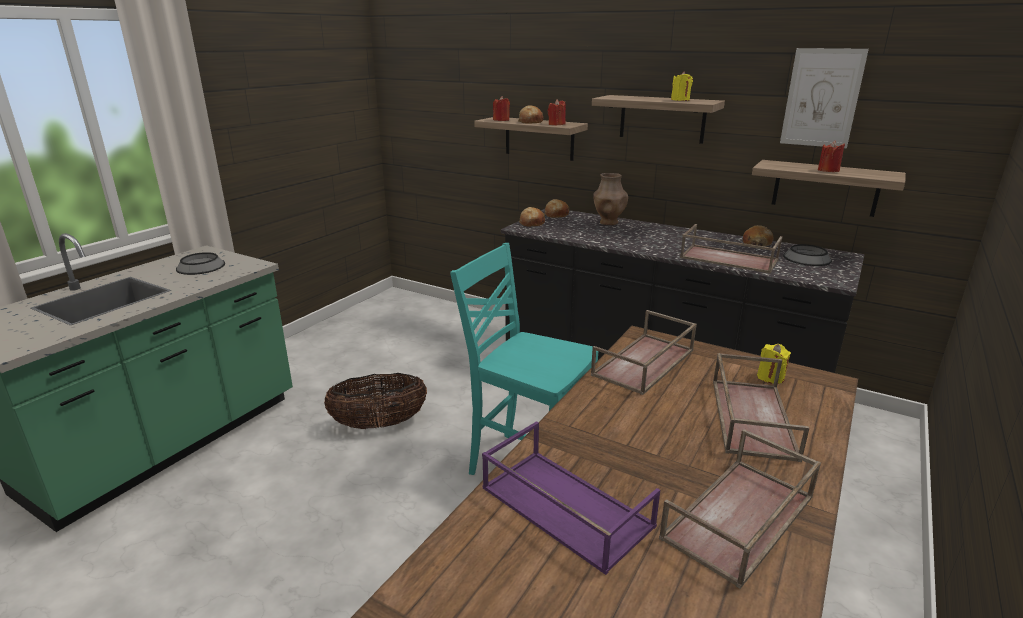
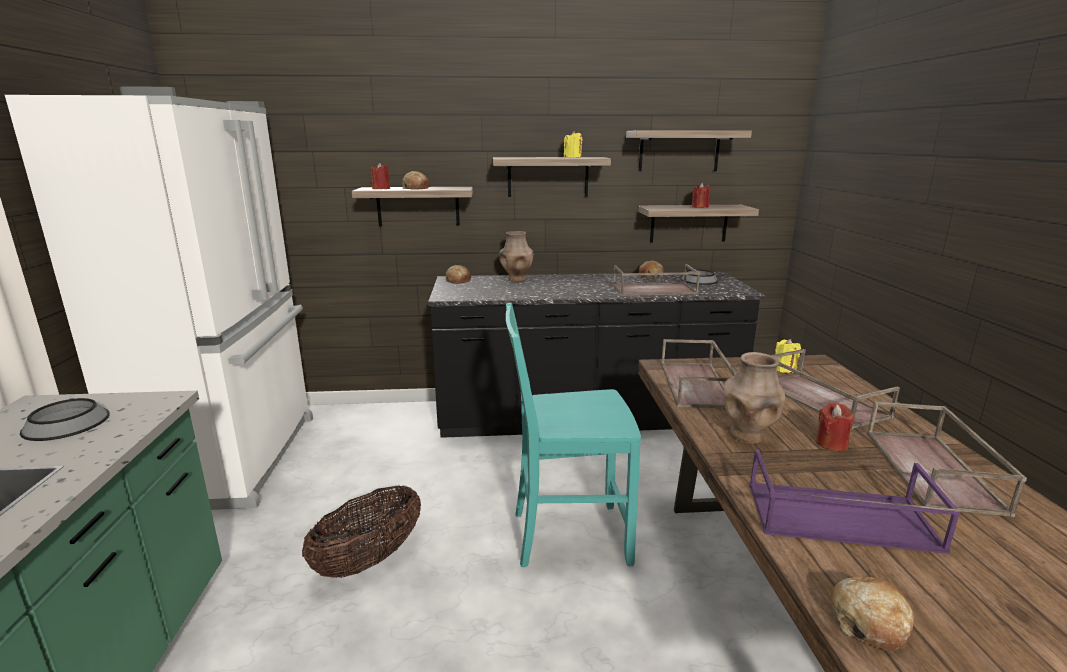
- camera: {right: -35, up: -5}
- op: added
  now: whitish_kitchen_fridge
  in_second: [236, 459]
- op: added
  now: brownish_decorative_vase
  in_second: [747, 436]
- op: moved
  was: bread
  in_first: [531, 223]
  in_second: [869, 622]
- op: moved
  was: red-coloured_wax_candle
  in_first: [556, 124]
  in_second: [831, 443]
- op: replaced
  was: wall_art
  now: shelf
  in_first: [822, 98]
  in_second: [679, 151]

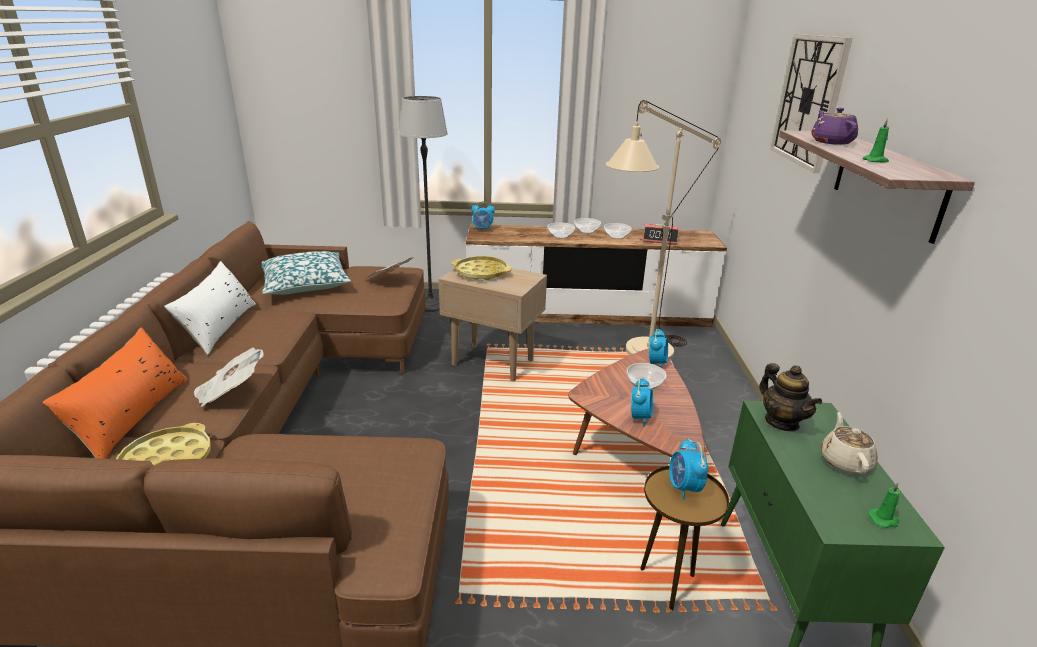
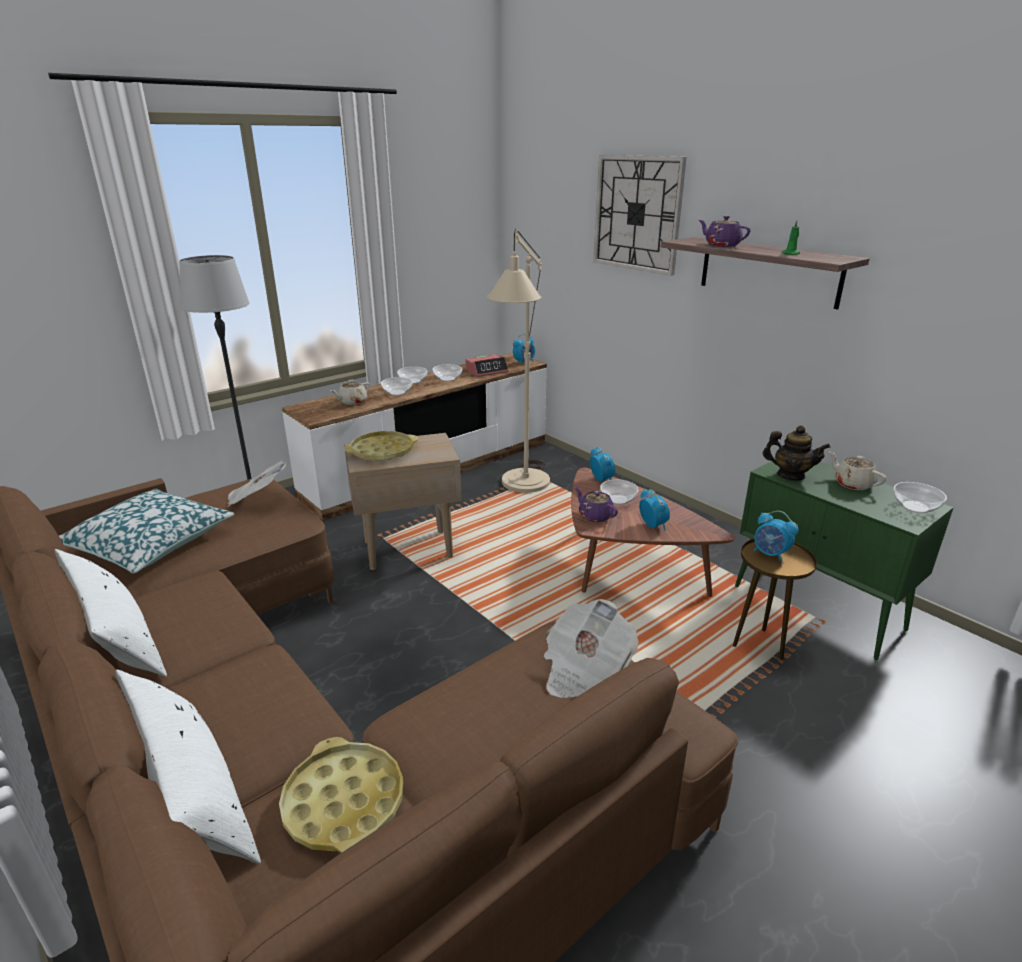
- camera: {right: -40, up: 0}
- op: added
  now: beige-coloured_tea_pot
  in_second: [352, 402]
- op: added
  now: purple-coloured_tea_pot
  in_second: [595, 516]
- op: moved
  was: daily_paper
  in_first: [230, 392]
  in_second: [584, 670]
- op: moved
  was: bedside_clock
  in_first: [482, 229]
  in_second: [524, 362]
- op: replaced
  was: greenish_wax_candle
  now: deep_dish
  in_first: [884, 520]
  in_second: [916, 507]
- op: recoloured
  was: orange-coloured_cushion
  now: whitish_cushion
  in_first: [131, 417]
  in_second: [194, 795]

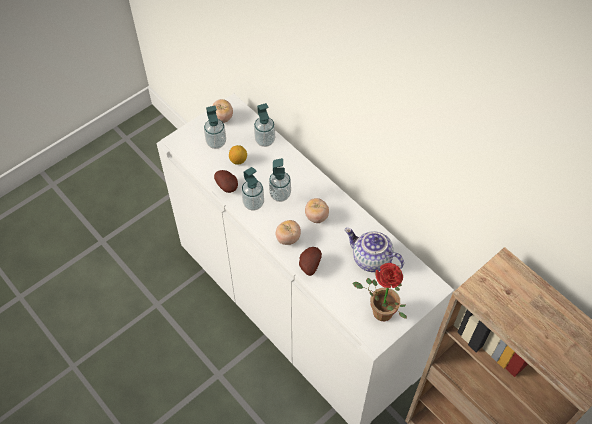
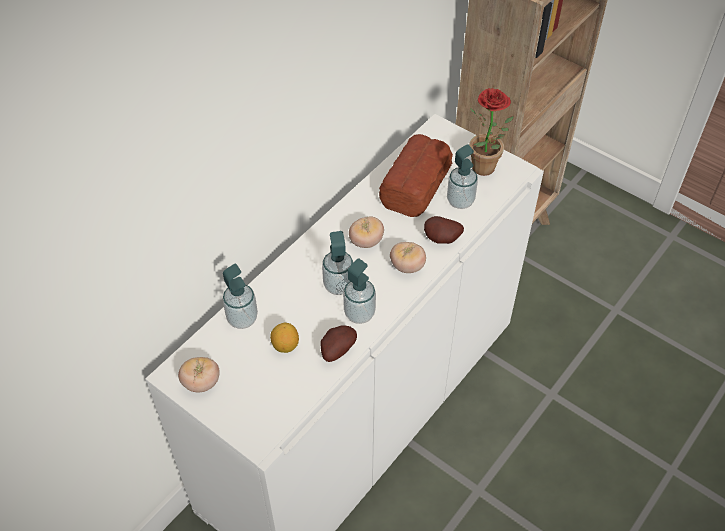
- camera: {right: -100, up: -5}
- op: moved
  was: soap_dispenser
  in_first: [216, 142]
  in_second: [460, 201]
- op: replaced
  was: tea_pot
  now: bread
  in_first: [371, 260]
  in_second: [417, 183]

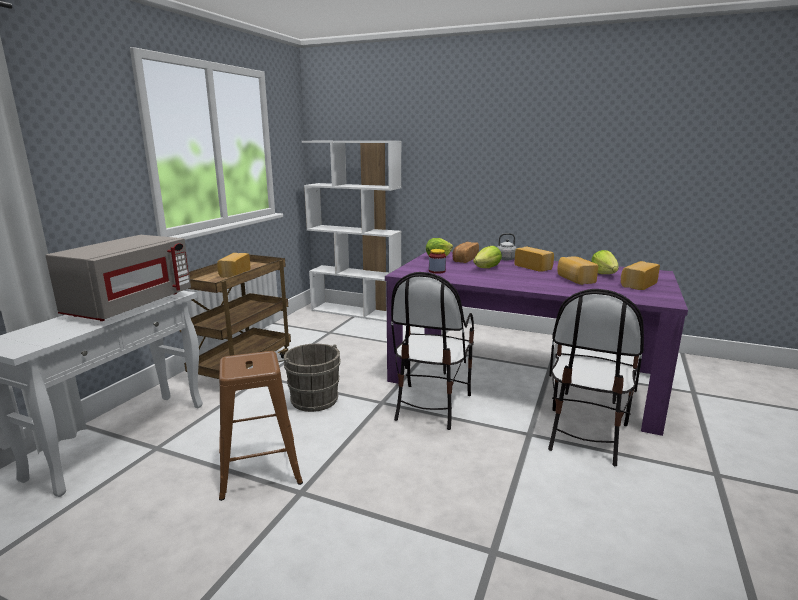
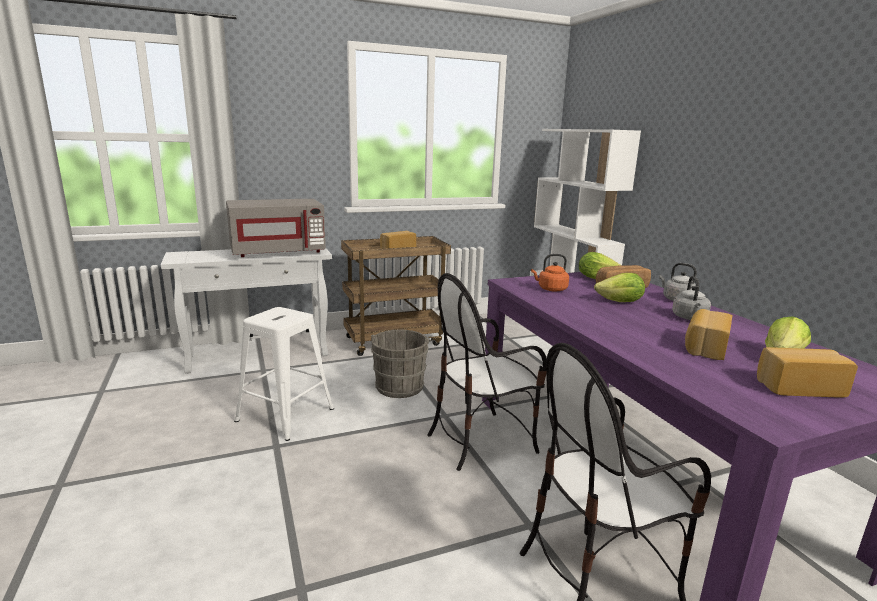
- camera: {right: 45, up: 0}
- op: replaced
  was: jar
  now: orange-coloured_tea_kettle
  in_first: [437, 271]
  in_second: [550, 289]
- op: replaced
  was: bread
  now: grey_tea_kettle
  in_first: [534, 267]
  in_second: [689, 318]
- op: recoloured
  was: brownish_stool
  now: whitish_stool
  in_first: [258, 467]
  in_second: [285, 414]

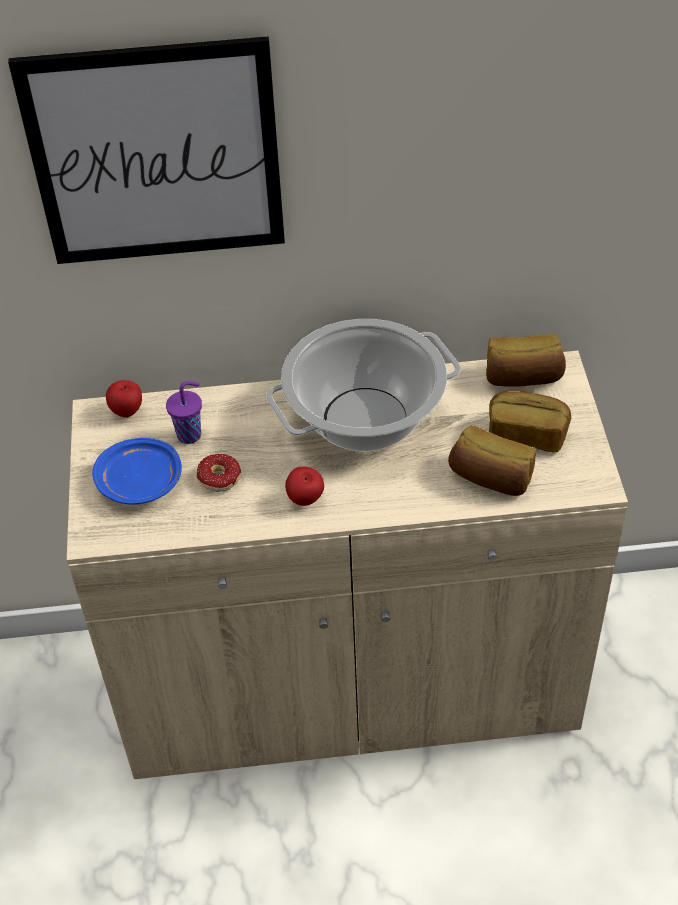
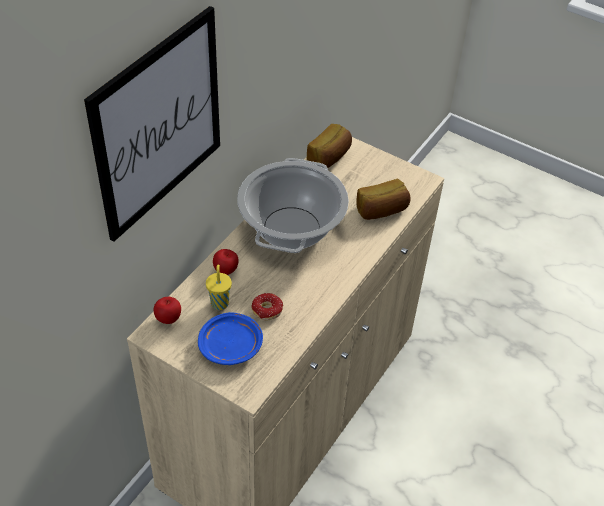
- camera: {right: -55, up: 0}
- op: removed
  was: bread
  in_first: [527, 433]
- op: moved
  was: whole_apple
  in_first: [305, 500]
  in_second: [226, 271]
- op: recoloured
  was: purple-coloured_cup
  now: yellowish_cup
  in_first: [190, 434]
  in_second: [219, 302]

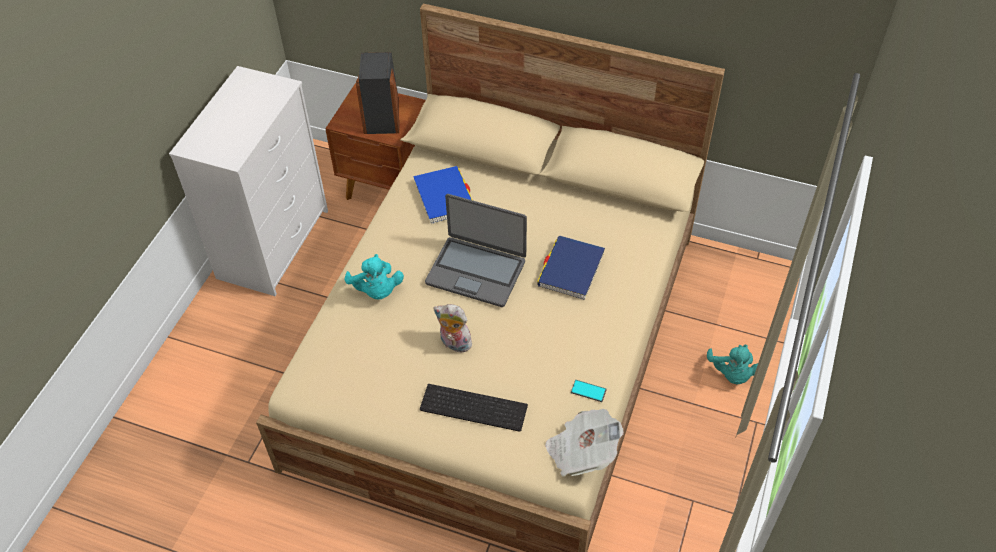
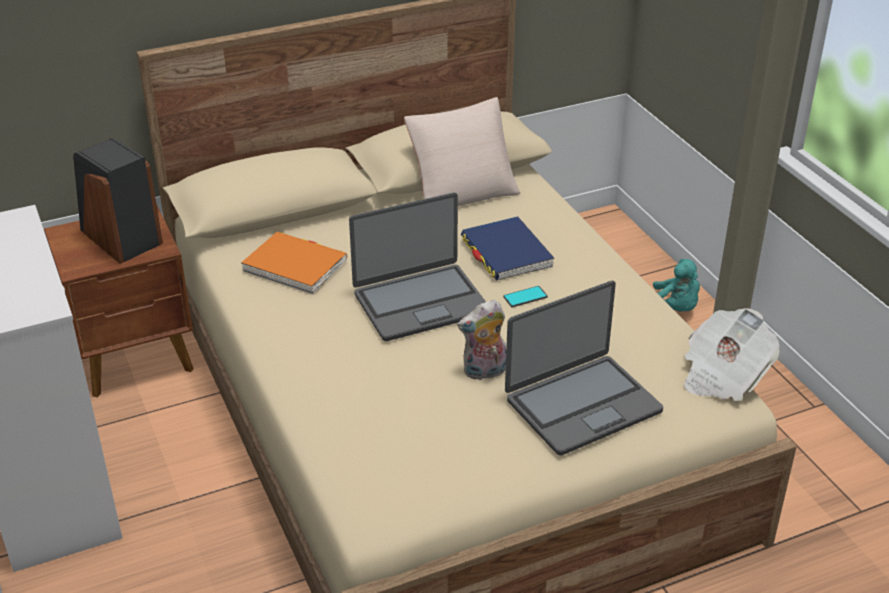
- camera: {right: -45, up: -15}
- op: removed
  was: blue-green_plush_toy
  in_first: [376, 290]
- op: added
  now: beige-coloured_cushion
  in_second: [462, 191]
- op: moved
  was: handset
  in_first: [588, 391]
  in_second: [525, 297]
- op: replaced
  was: keyboard
  now: laptop
  in_first: [475, 406]
  in_second: [582, 404]
- op: recoloured
  was: blue-coloured_book
  now: orange-coloured_book
  in_first: [444, 197]
  in_second: [295, 266]

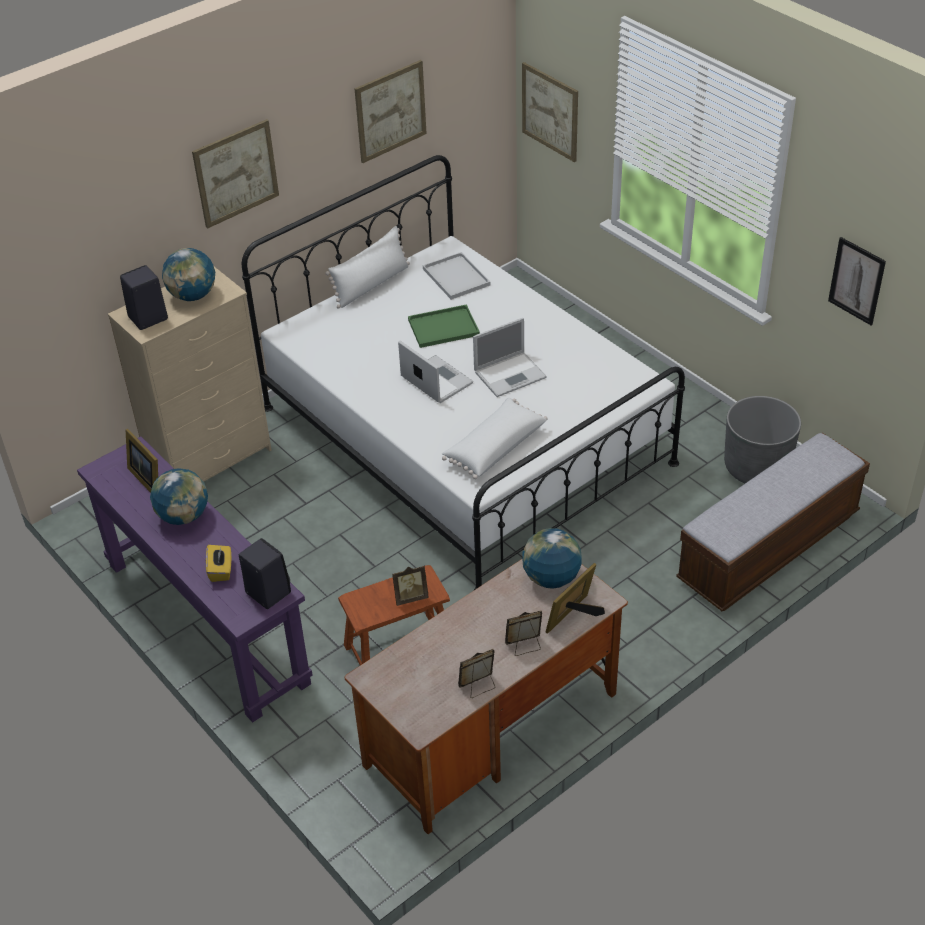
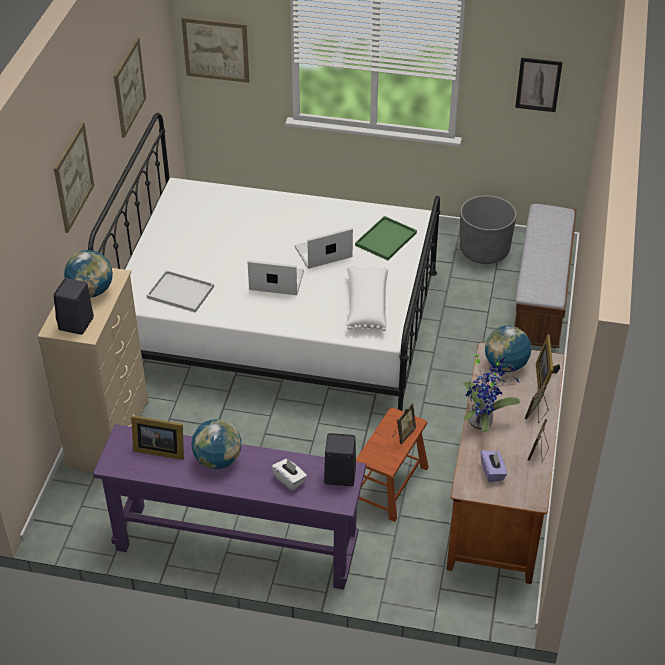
- camera: {right: -40, up: 0}
- op: removed
  was: whitish_cushion
  in_first: [371, 285]
- op: added
  now: plant_in_a_pot
  in_second: [483, 421]
- op: added
  now: purple-coloured_tissue_box
  in_second: [492, 472]
- op: moved
  was: greenish_tray
  in_first: [444, 327]
  in_second: [386, 238]
- op: moved
  was: whitish_tray
  in_first: [457, 277]
  in_second: [182, 292]
- op: recoloured
  was: yellowish_tissue_box
  now: whitish_tissue_box
  in_first: [221, 570]
  in_second: [289, 480]
- op: turned
  was: laptop
  in_first: [511, 374]
  in_second: [322, 253]
  clockwise: -135

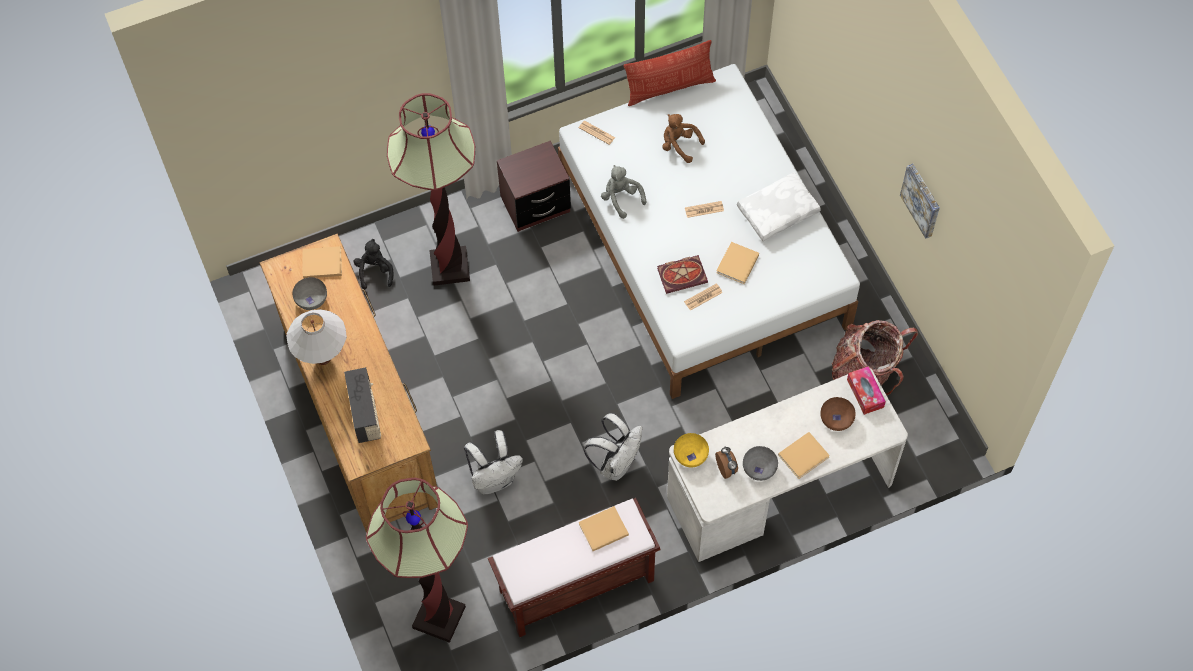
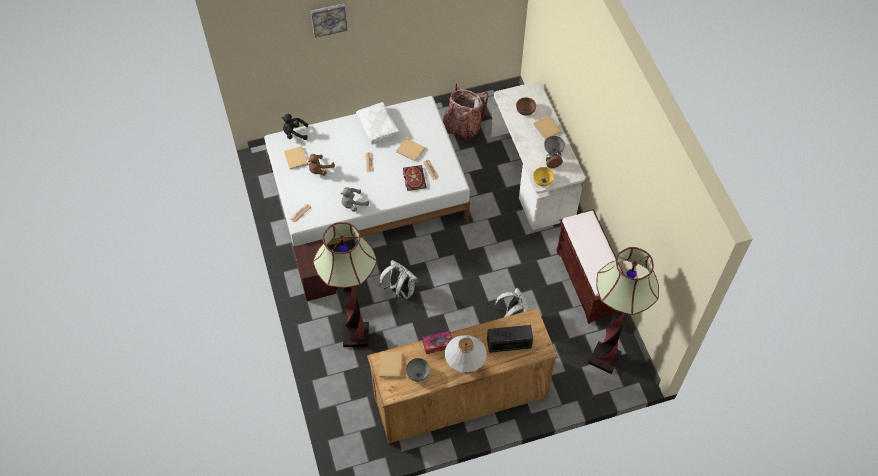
- camera: {right: -85, up: -5}
- op: removed
  was: cushion
  in_first: [669, 88]
- op: moved
  was: black-coloured_plush_toy
  in_first: [375, 271]
  in_second: [294, 133]
- op: moved
  was: beige-coloured_book
  in_first: [602, 530]
  in_second: [296, 159]
- op: moved
  was: whitish_rucksack
  in_first: [616, 463]
  in_second: [400, 291]
- op: moved
  was: tissue_box
  in_first: [865, 393]
  in_second: [438, 344]
- op: moved
  was: wall_art
  in_first: [922, 200]
  in_second: [328, 19]

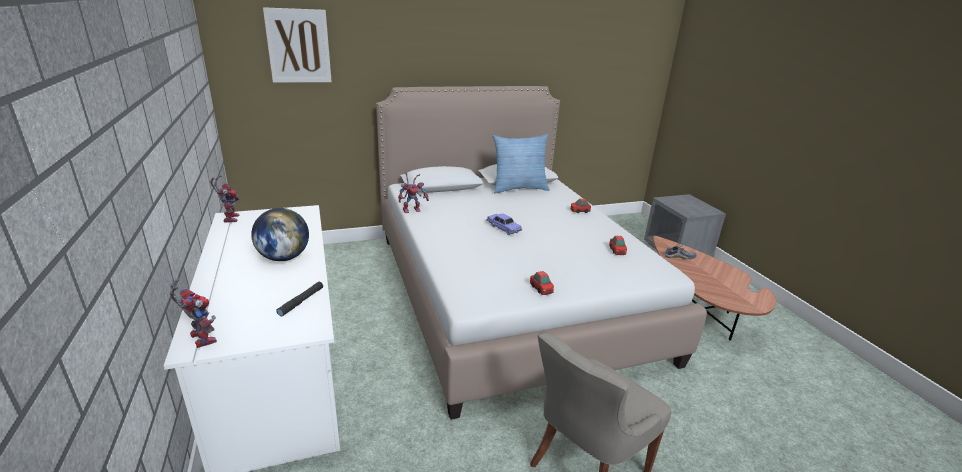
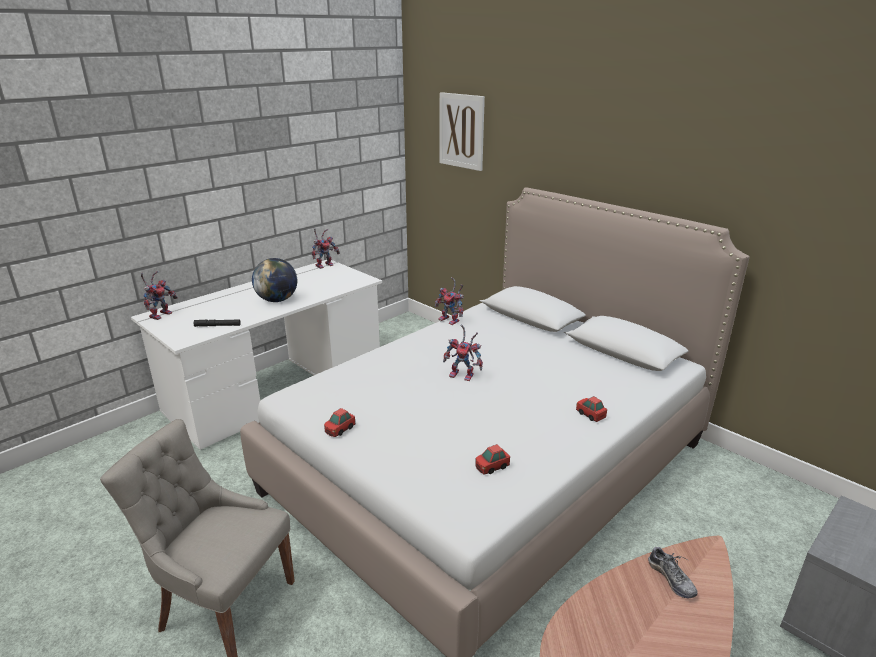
- camera: {right: 65, up: 0}
- op: removed
  was: cushion
  in_first: [518, 188]
- op: replaced
  was: toy_car
  now: model_robot
  in_first: [503, 228]
  in_second: [464, 375]

